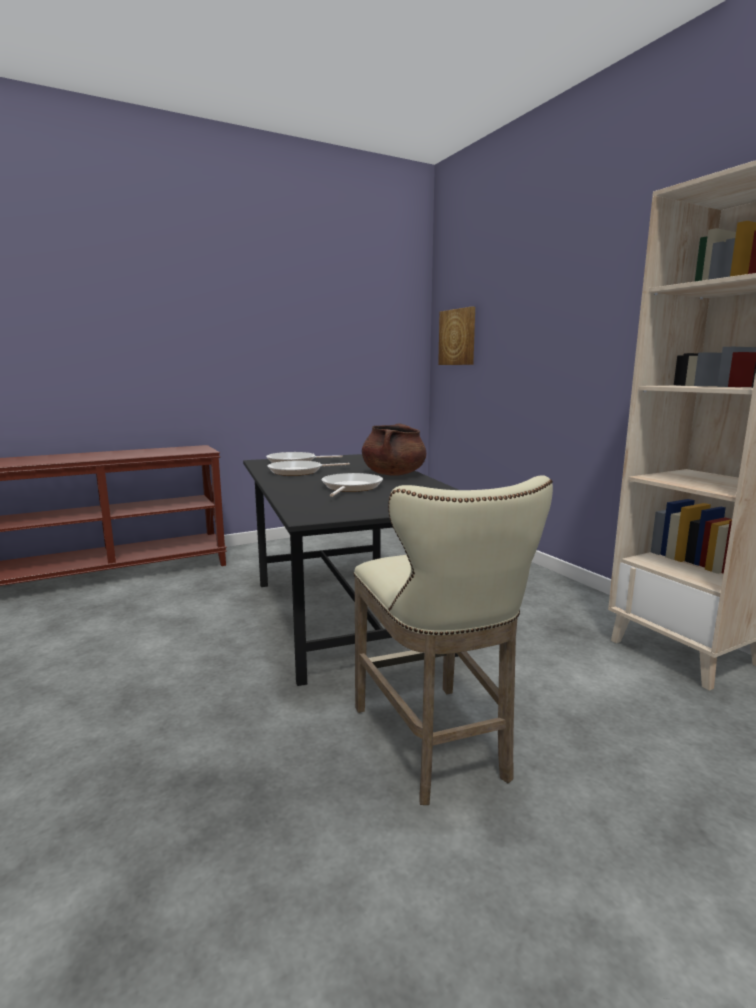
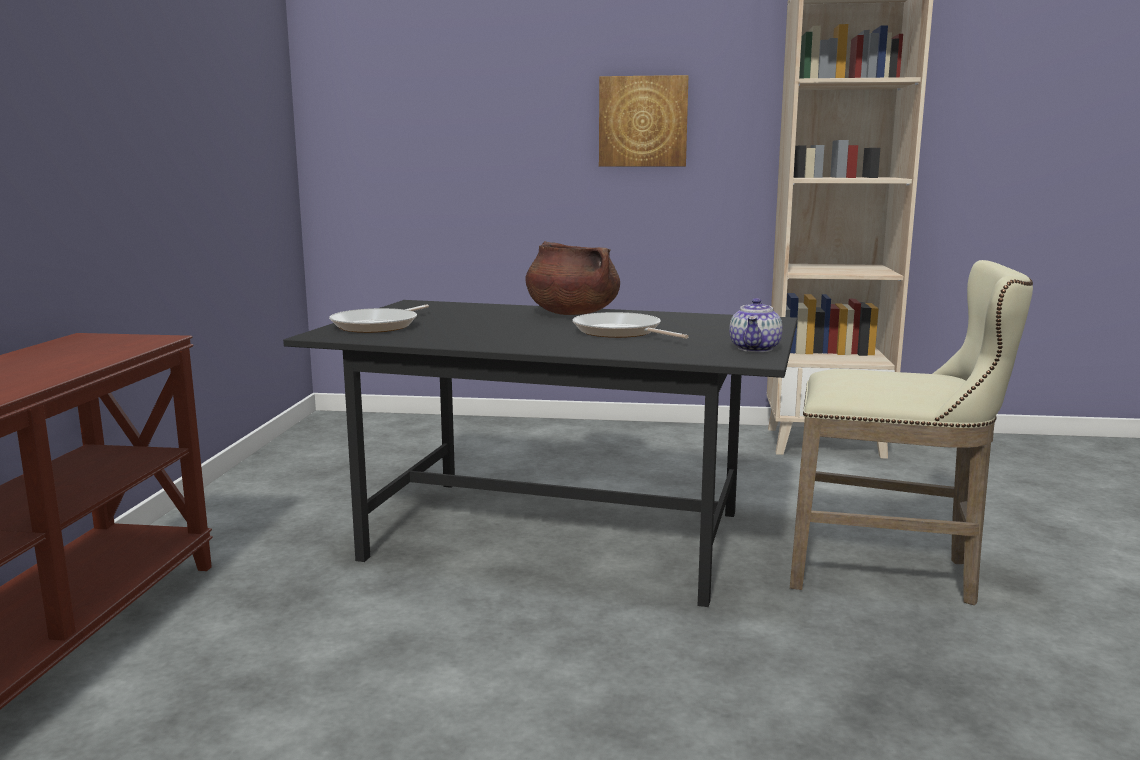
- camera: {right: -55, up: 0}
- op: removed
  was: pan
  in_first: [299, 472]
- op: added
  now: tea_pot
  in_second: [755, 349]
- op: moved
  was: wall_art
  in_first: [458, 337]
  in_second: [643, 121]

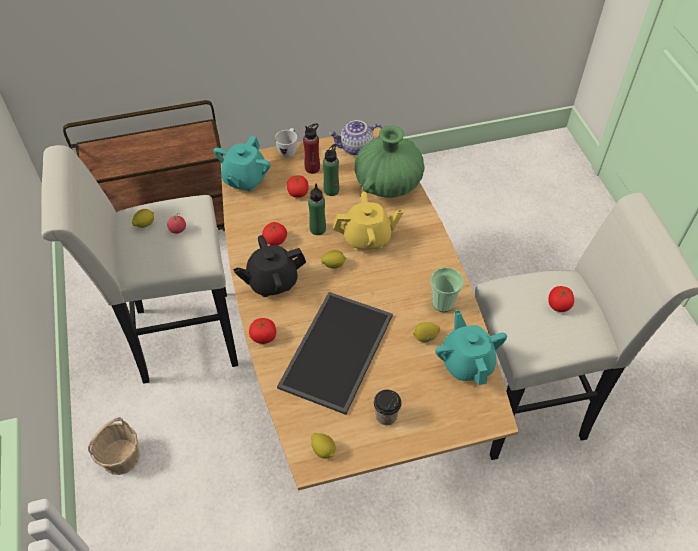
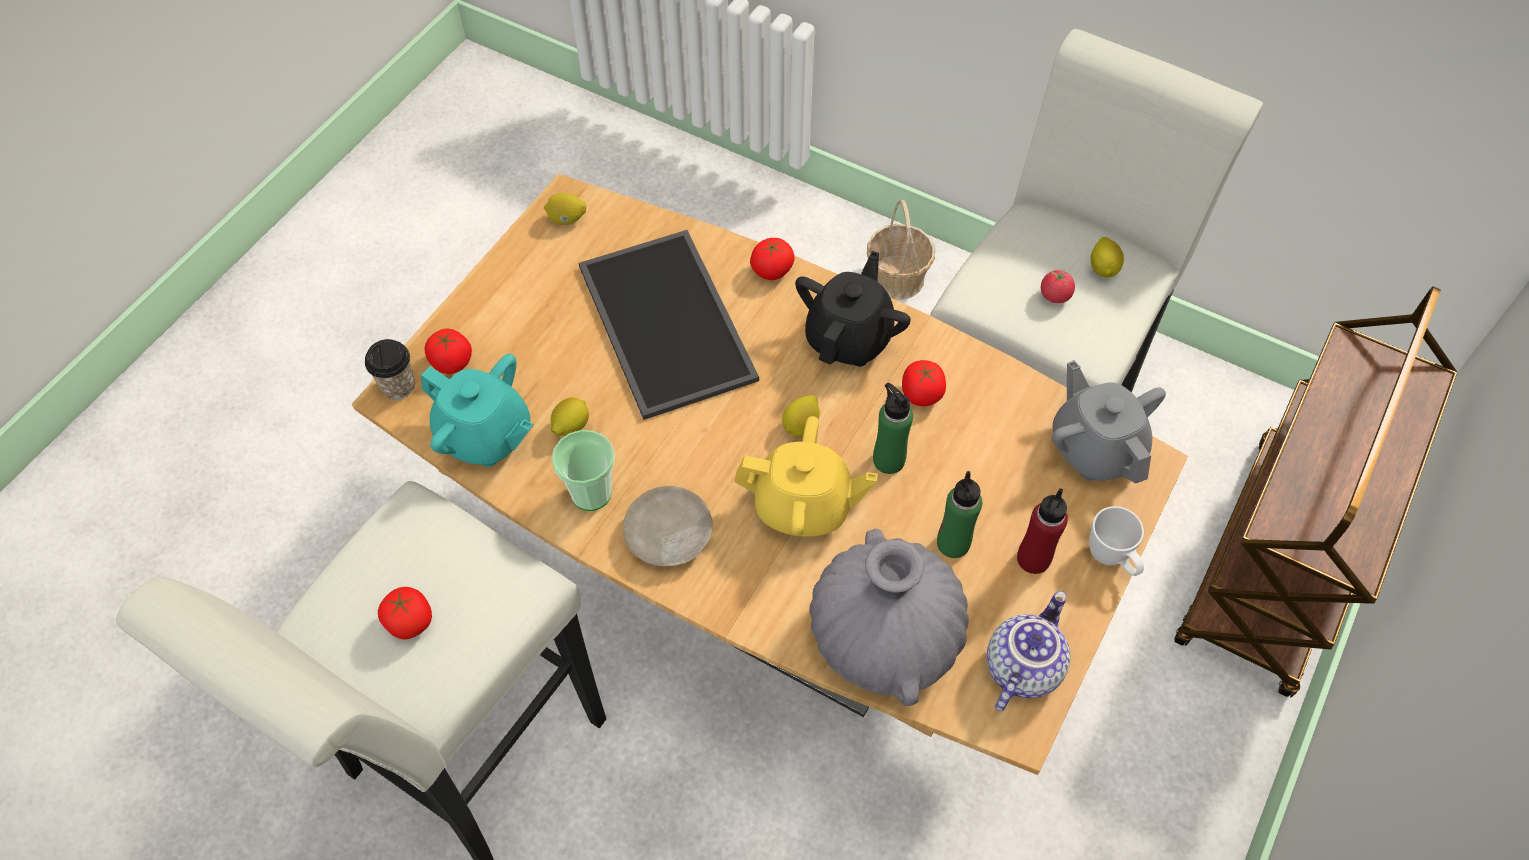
- camera: {right: 135, up: 5}
- op: added
  now: beige-coloured_dinner_plate
  in_second: [668, 535]
- op: moved
  was: tomato
  in_first: [298, 193]
  in_second: [451, 362]
- op: moved
  was: cup
  in_first: [386, 416]
  in_second: [398, 386]
- op: recoloured
  was: blue-green_tea_pot
  now: grey_tea_pot
  in_first: [245, 179]
  in_second: [1095, 448]
- op: recoloured
  was: greenish_decorative_vase
  now: grey_decorative_vase
  in_first: [388, 184]
  in_second: [884, 637]
- op: turned
  was: yellowish_tea_pot
  in_first: [367, 238]
  in_second: [803, 506]
  clockwise: -120

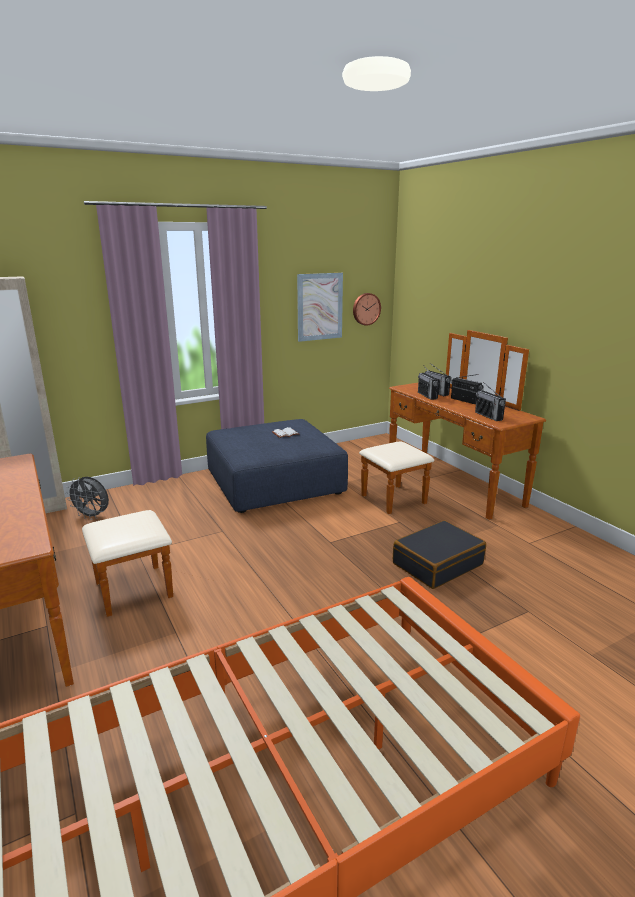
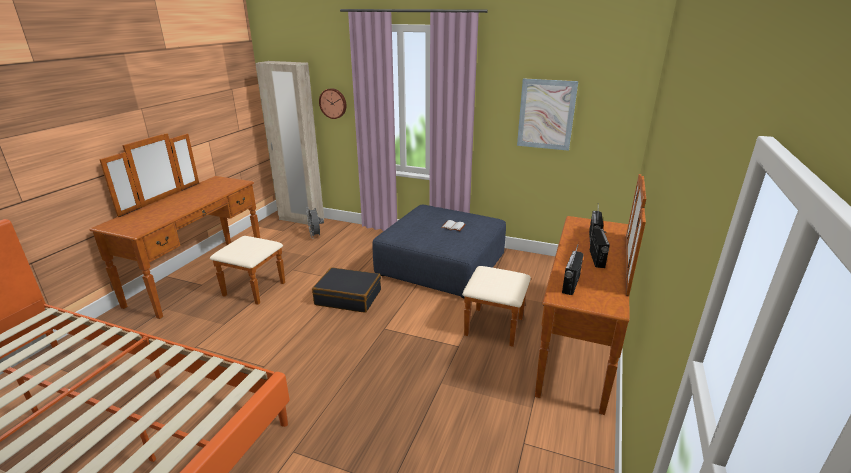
- camera: {right: 50, up: 5}
- op: removed
  was: radio
  in_first: [427, 395]
- op: moved
  was: wall_clock
  in_first: [366, 309]
  in_second: [333, 103]
- op: moved
  was: black-coloured_travel_case
  in_first: [437, 564]
  in_second: [348, 297]

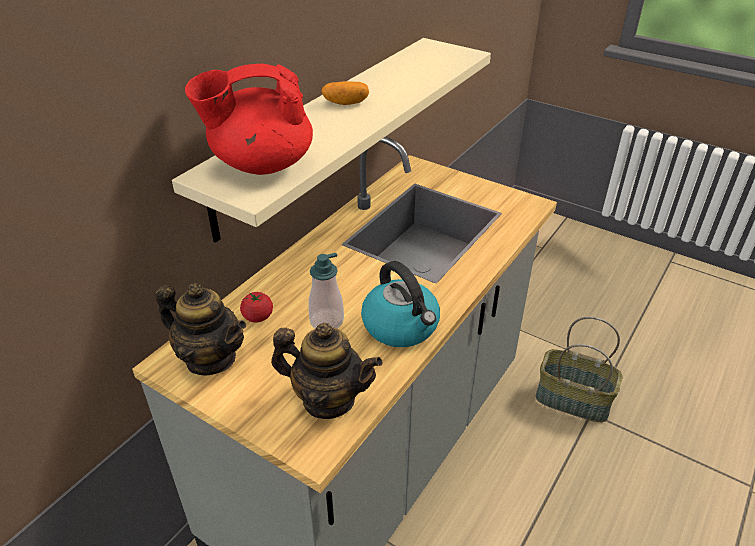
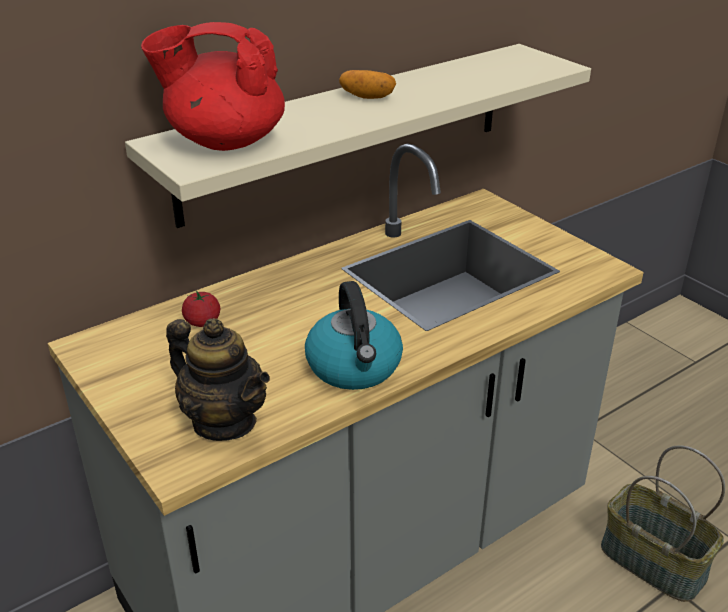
- camera: {right: 20, up: -5}
- op: removed
  was: tea_pot
  in_first: [210, 358]
- op: removed
  was: soap_dispenser
  in_first: [326, 321]

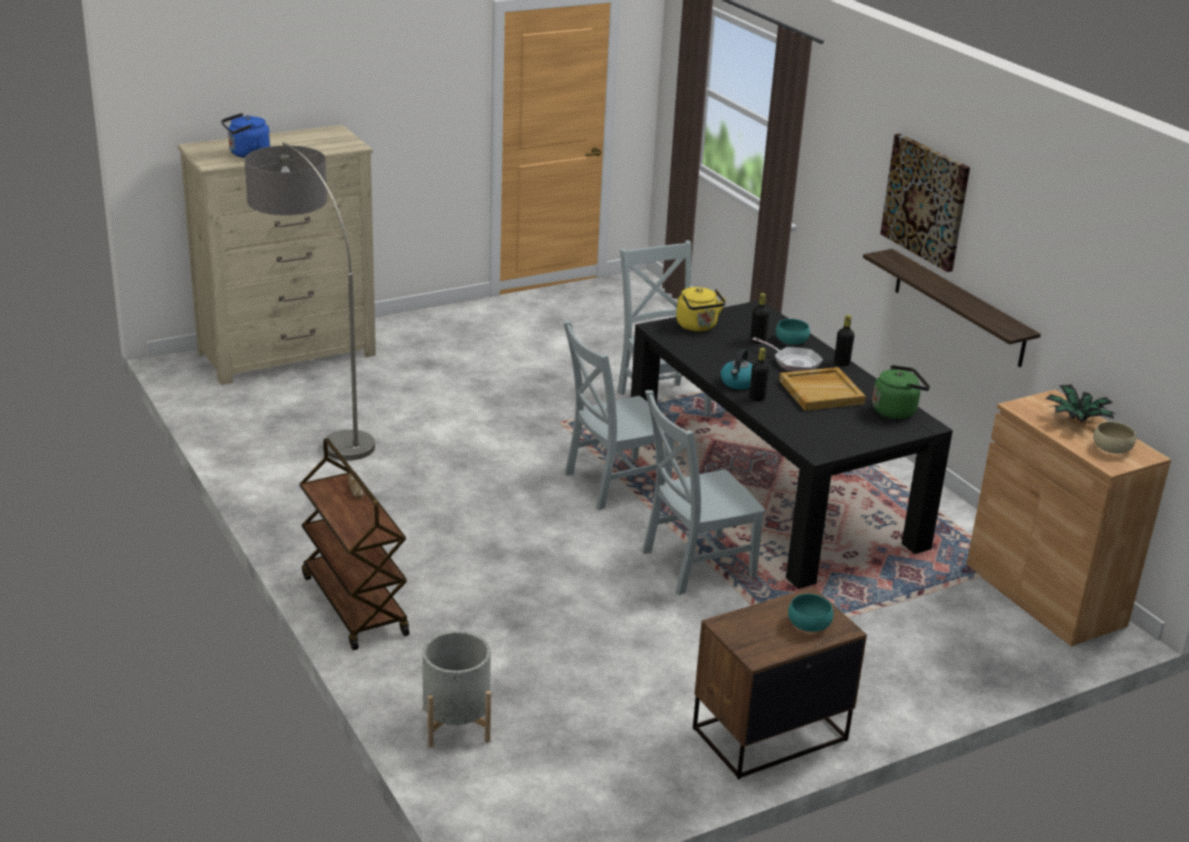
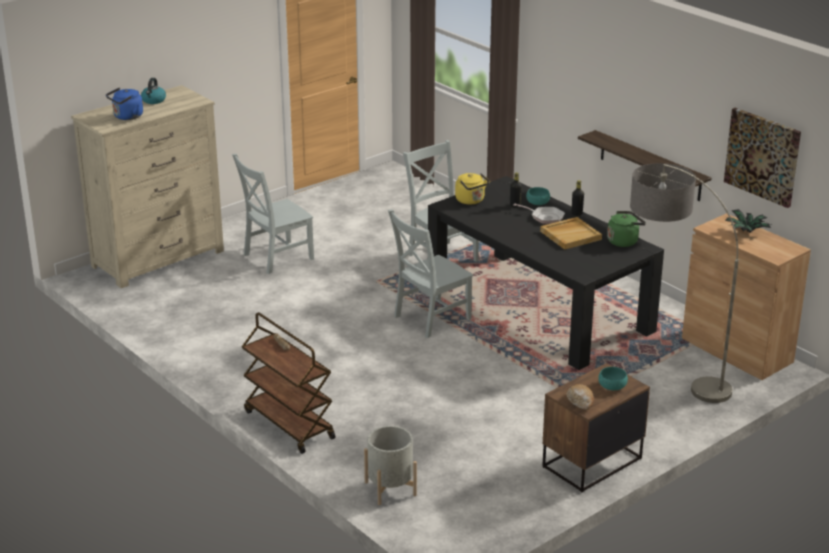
- camera: {right: -10, up: 0}
- op: removed
  was: black-coloured_drink_bottle
  in_first: [757, 398]
- op: removed
  was: beige-coloured_deep_dish
  in_first: [1112, 448]
- op: added
  now: bread
  in_second: [580, 401]
- op: moved
  was: standard_lamp
  in_first: [314, 423]
  in_second: [667, 375]
- op: moved
  was: grey_plain_chair
  in_first: [693, 565]
  in_second: [275, 258]
- op: moved
  was: tea_kettle
  in_first: [738, 383]
  in_second: [153, 100]
- op: moved
  was: wall_art
  in_first: [926, 201]
  in_second: [762, 156]

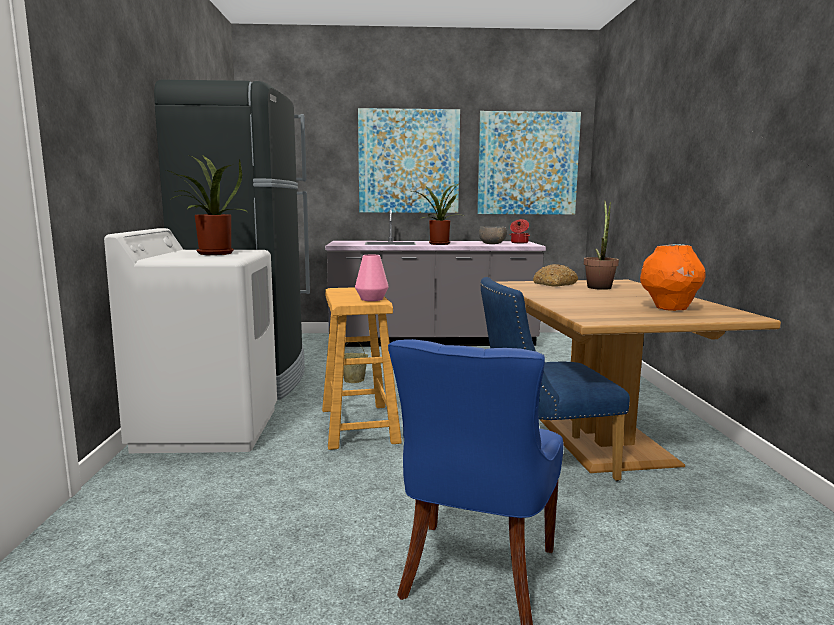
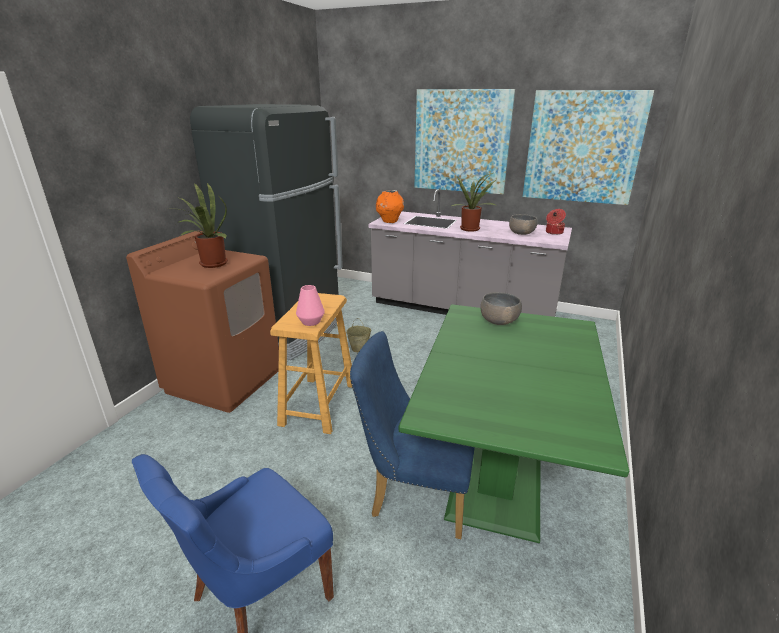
- camera: {right: 25, up: 15}
- op: removed
  was: plant_in_a_pot
  in_first: [599, 287]
- op: moved
  was: orange-coloured_decorative_vase
  in_first: [669, 308]
  in_second: [389, 221]
- op: replaced
  was: bread
  now: grey_deep_dish
  in_first: [555, 284]
  in_second: [498, 321]
- op: recoloured
  was: whitish_laundry_machine
  now: brownish_laundry_machine
  in_first: [208, 428]
  in_second: [224, 380]
- op: recoloured
  was: brownish_kitchen_table
  now: greenish_kitchen_table
  in_first: [600, 435]
  in_second: [499, 473]

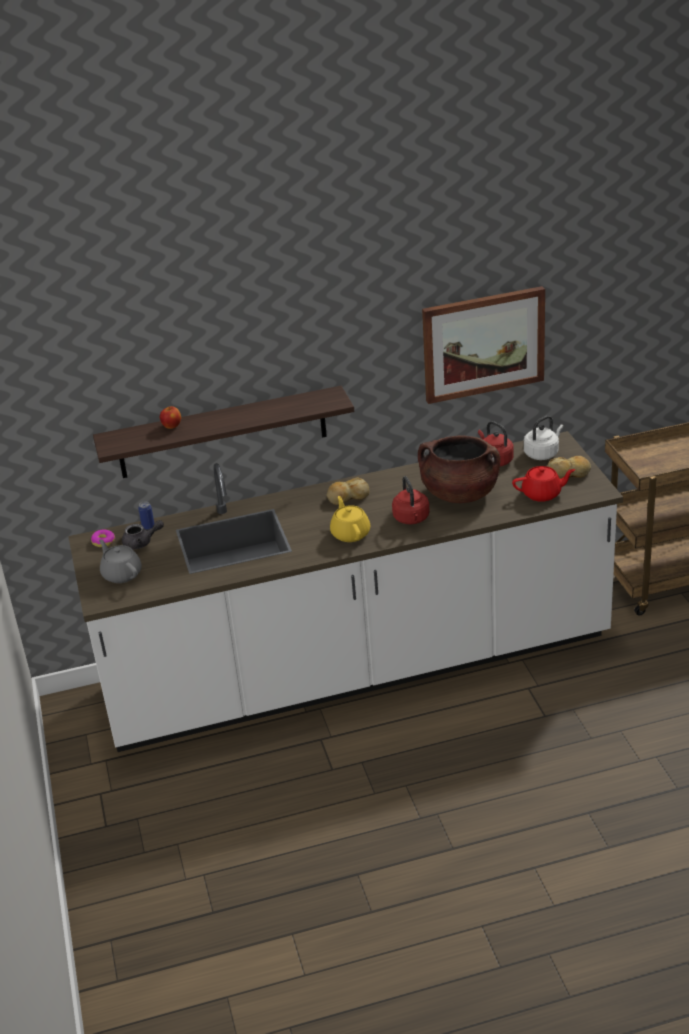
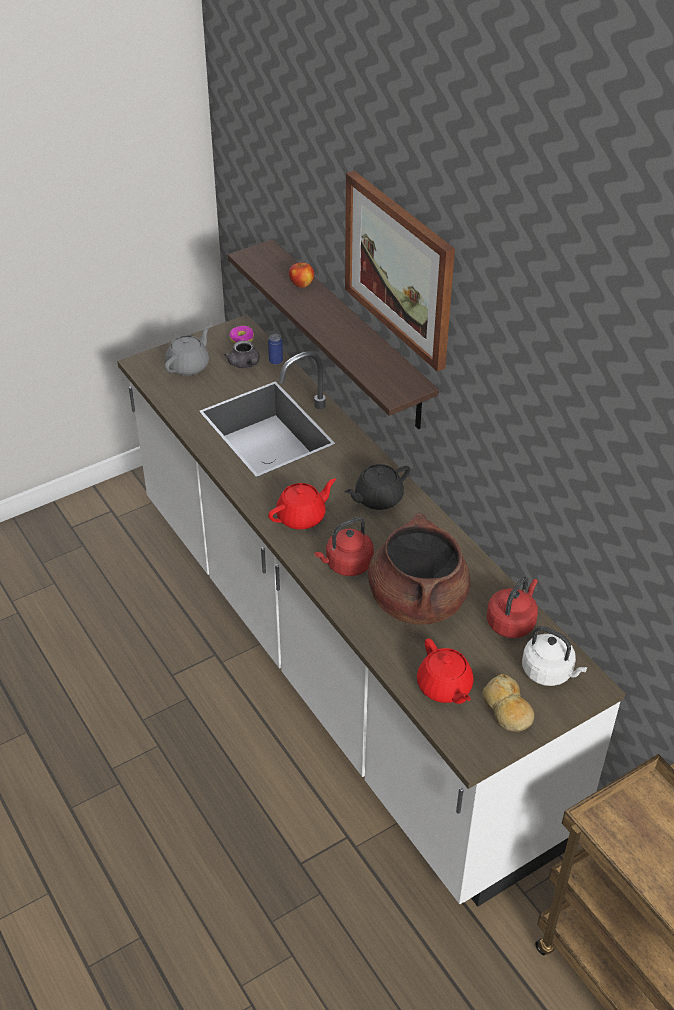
- camera: {right: 70, up: 10}
- op: moved
  was: wall_art
  in_first: [483, 344]
  in_second: [399, 269]
- op: replaced
  was: bread
  now: black-coloured_tea_pot
  in_first: [347, 497]
  in_second: [377, 498]
- op: recoloured
  was: yellowish_tea_pot
  now: red-coloured_tea_pot
  in_first: [350, 533]
  in_second: [302, 517]

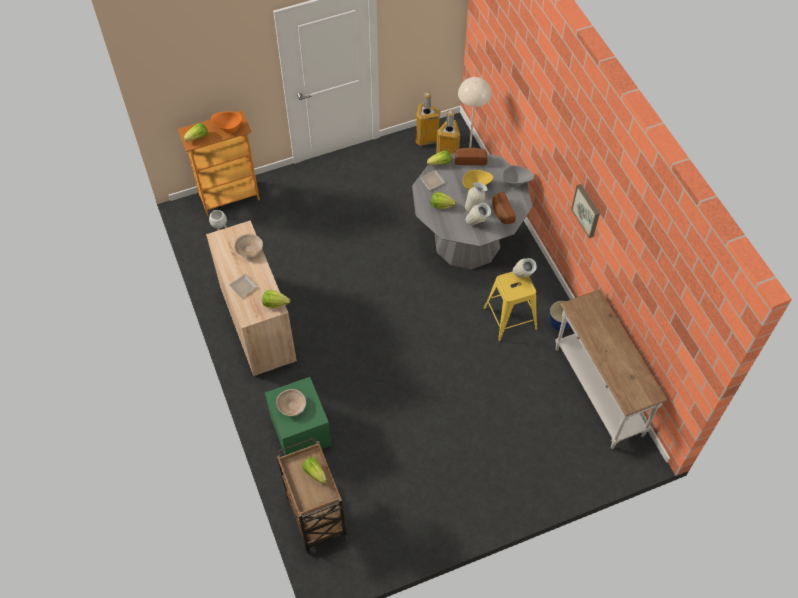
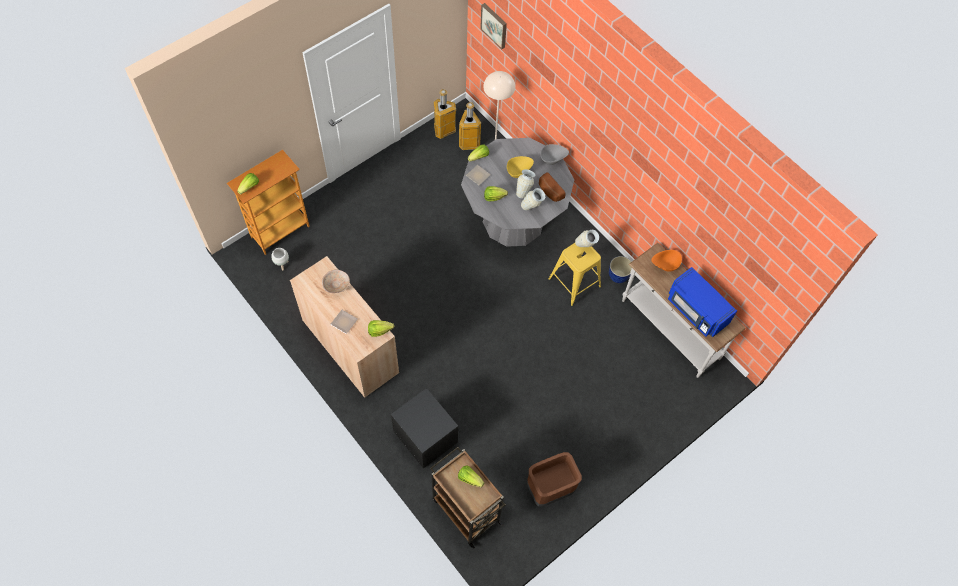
- camera: {right: -20, up: 5}
- op: removed
  was: beige-coloured_deep_dish
  in_first: [292, 406]
- op: removed
  was: bread
  in_first: [470, 159]
- op: added
  now: brownish_rubbish_bin
  in_second: [550, 488]
- op: added
  now: blue-coloured_microwave_oven
  in_second: [696, 311]
- op: moved
  was: orange-coloured_deep_dish
  in_first: [228, 128]
  in_second: [665, 265]
- op: moved
  was: wall_art
  in_first: [587, 210]
  in_second: [494, 25]
- op: recoloured
  was: greenish_nightstand
  now: black-coloured_nightstand
  in_first: [300, 430]
  in_second: [424, 437]

